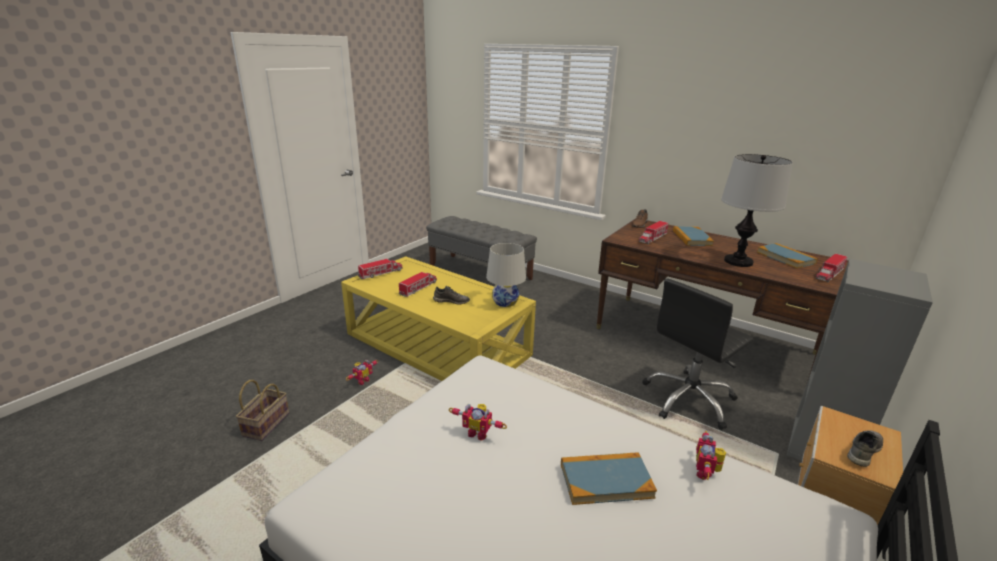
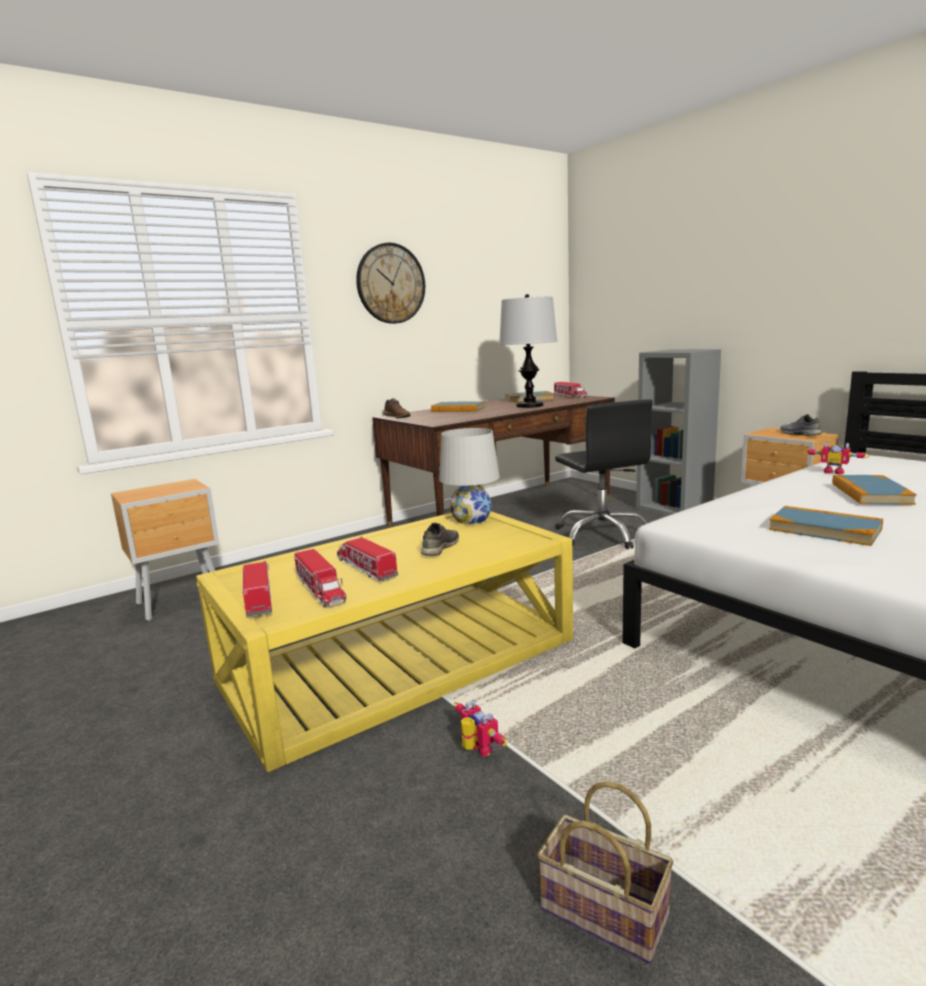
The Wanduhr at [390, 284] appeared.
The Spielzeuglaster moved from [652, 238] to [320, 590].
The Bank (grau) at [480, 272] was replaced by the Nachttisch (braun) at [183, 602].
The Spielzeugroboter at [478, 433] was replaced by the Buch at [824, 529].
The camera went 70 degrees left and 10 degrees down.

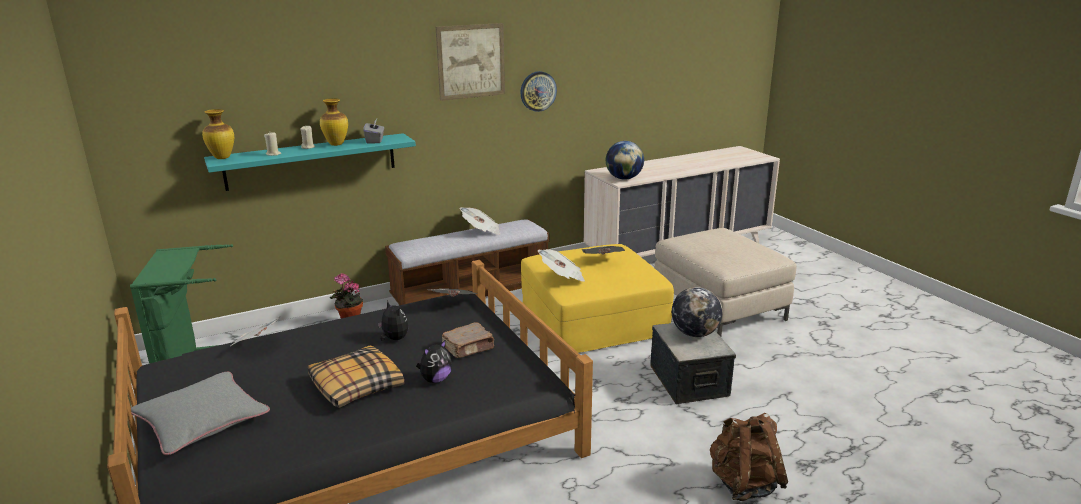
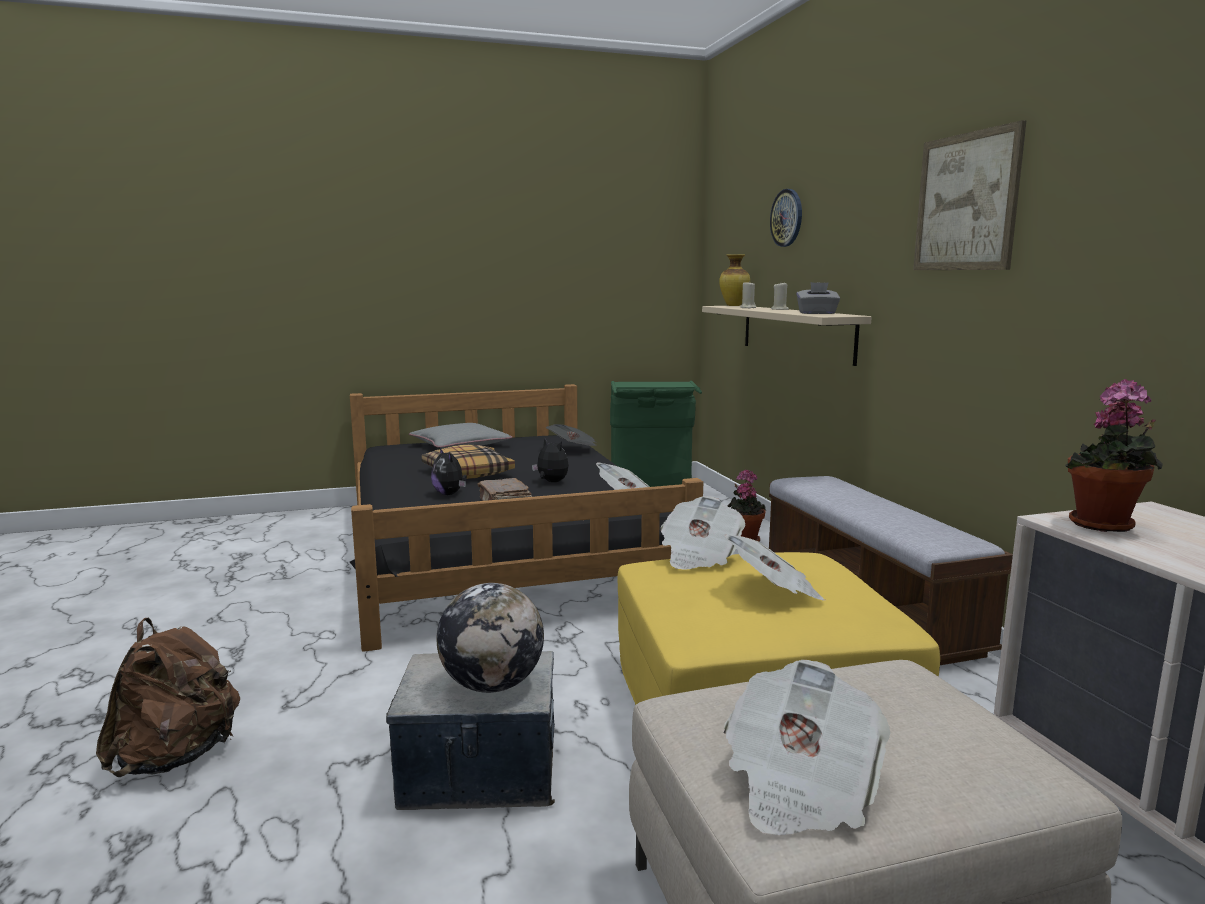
The Vase at [336, 144] disappeared.
The Zeitung moved from [481, 231] to [799, 786].
The Wanduhr moved from [538, 91] to [787, 218].
The Globus at [624, 178] was replaced by the Topfpflanze at [1104, 526].
The Wandregal (türkis) at [311, 161] became the Wandregal (beige) at [796, 332].
The Plüschtier at [394, 339] turned 105 degrees counterclockwise.
The camera went 100 degrees right and 10 degrees down.

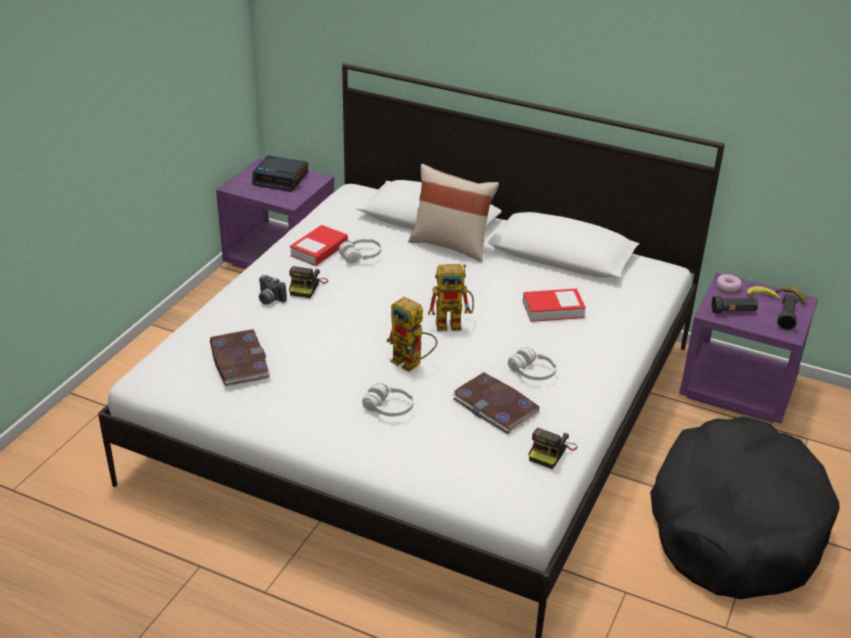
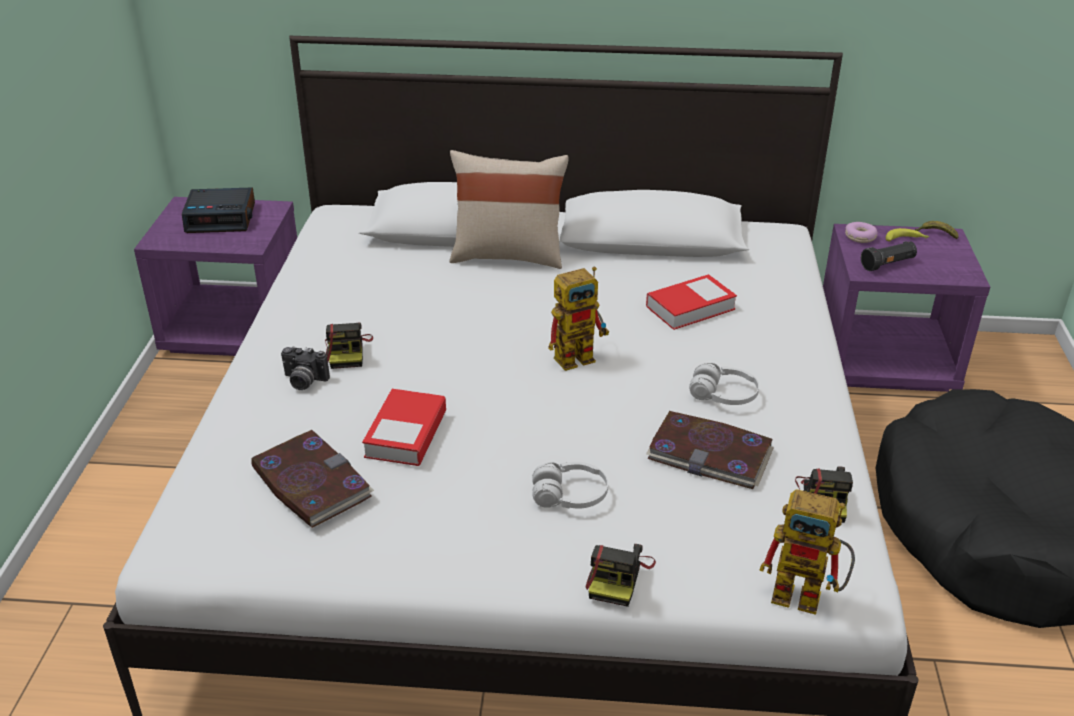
The Kopfhörer (weiß) at [361, 256] disappeared.
The Taschenlampe (schwarz) at [786, 318] disappeared.
The Kamera at [618, 576] appeared.
The Buch moved from [319, 250] to [406, 434].
The Spielzeugroboter moved from [412, 364] to [808, 596].
The camera went 20 degrees left and 0 degrees up.

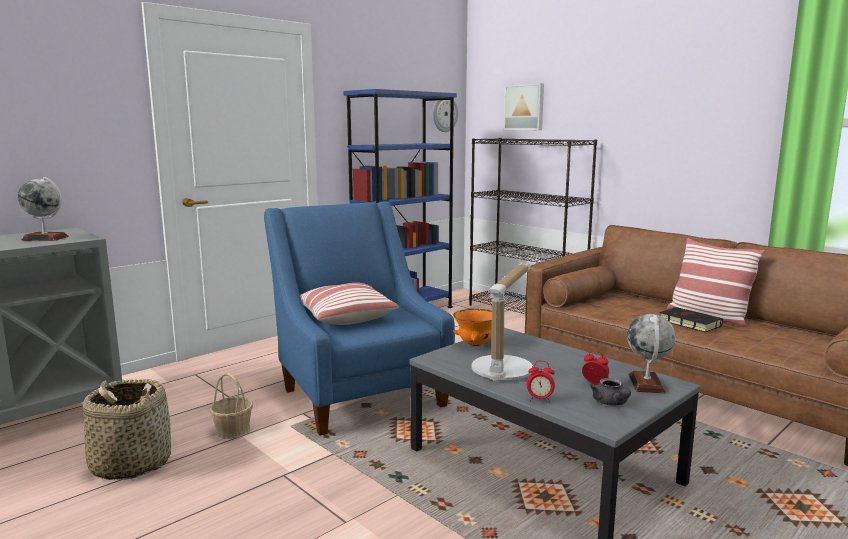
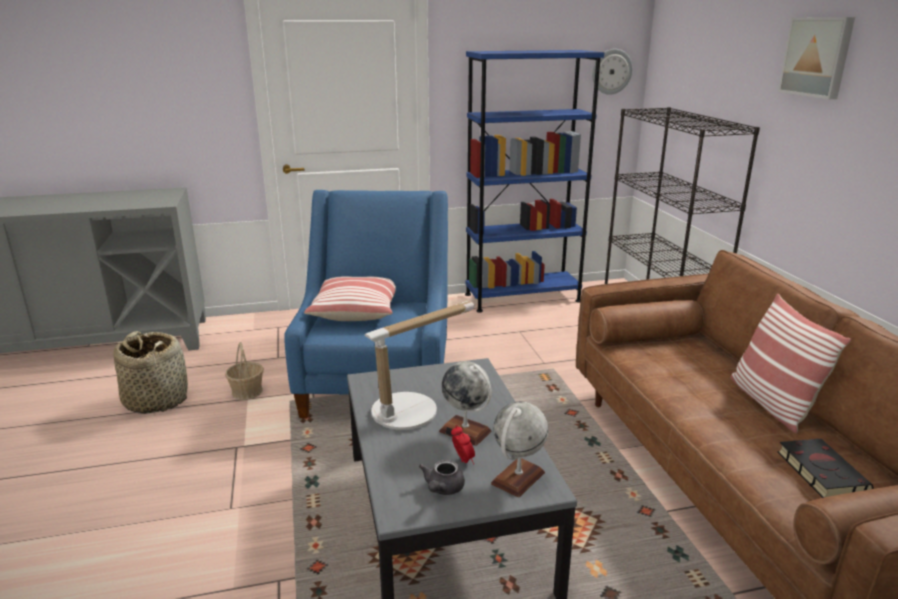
The Schüssel (orange) at [476, 344] disappeared.
The Wecker at [540, 399] disappeared.
The Globus moved from [45, 238] to [465, 431].
The Bild moved from [524, 107] to [817, 57].
The Buch (schwarz) moved from [688, 323] to [819, 471].
The camera went 30 degrees right and 10 degrees up.

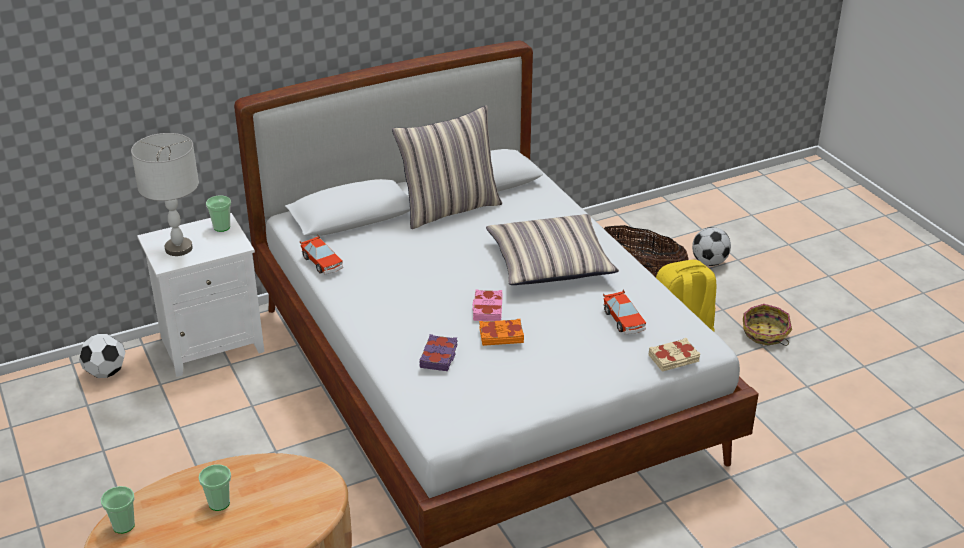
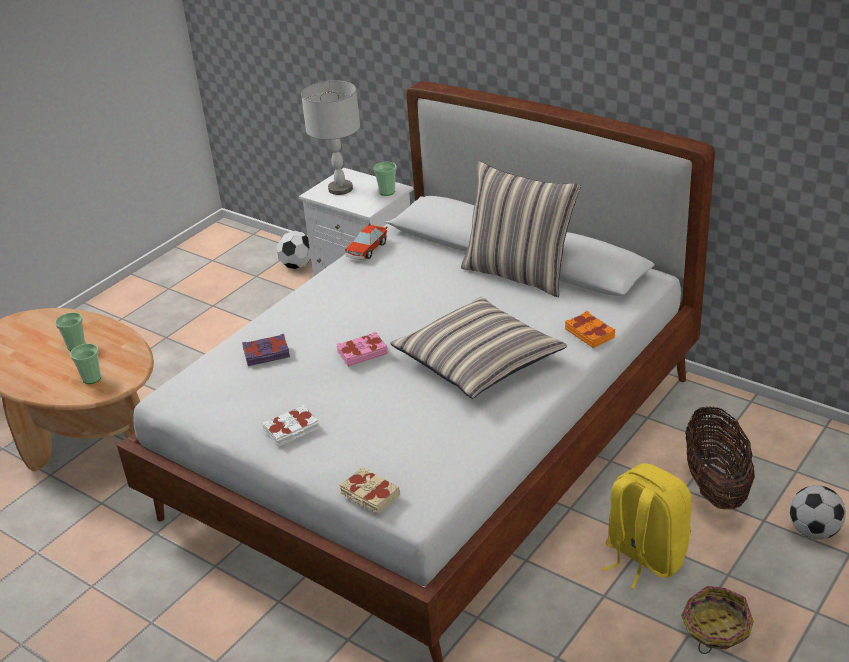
The Spielzeugauto at [623, 320] disappeared.
The Buch (weiß) at [292, 430] appeared.
The Tasse moved from [123, 525] to [92, 378].
The Buch (orange) moved from [501, 335] to [590, 333].
The camera went 65 degrees right and 0 degrees up.

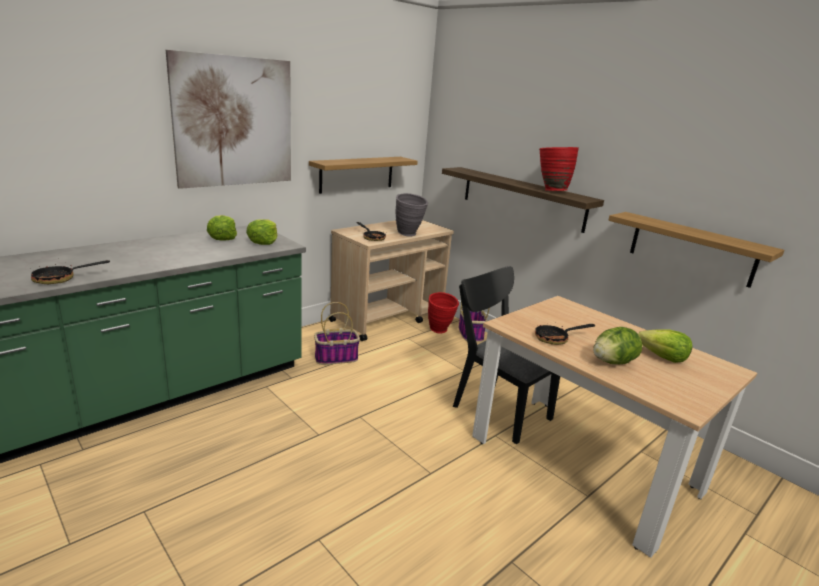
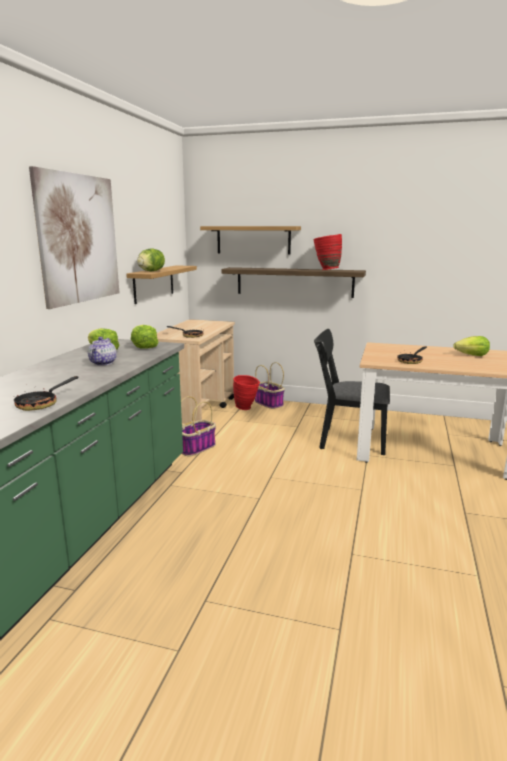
The Vase (grau) at [409, 235] disappeared.
The Teekanne at [103, 363] appeared.
The Salatkopf moved from [612, 362] to [151, 271].
The Wandregal moved from [691, 249] to [253, 240].
The camera went 30 degrees left and 5 degrees down.

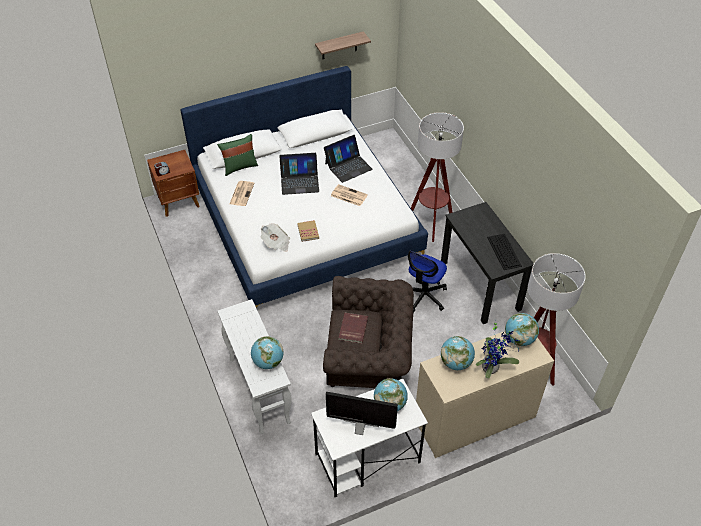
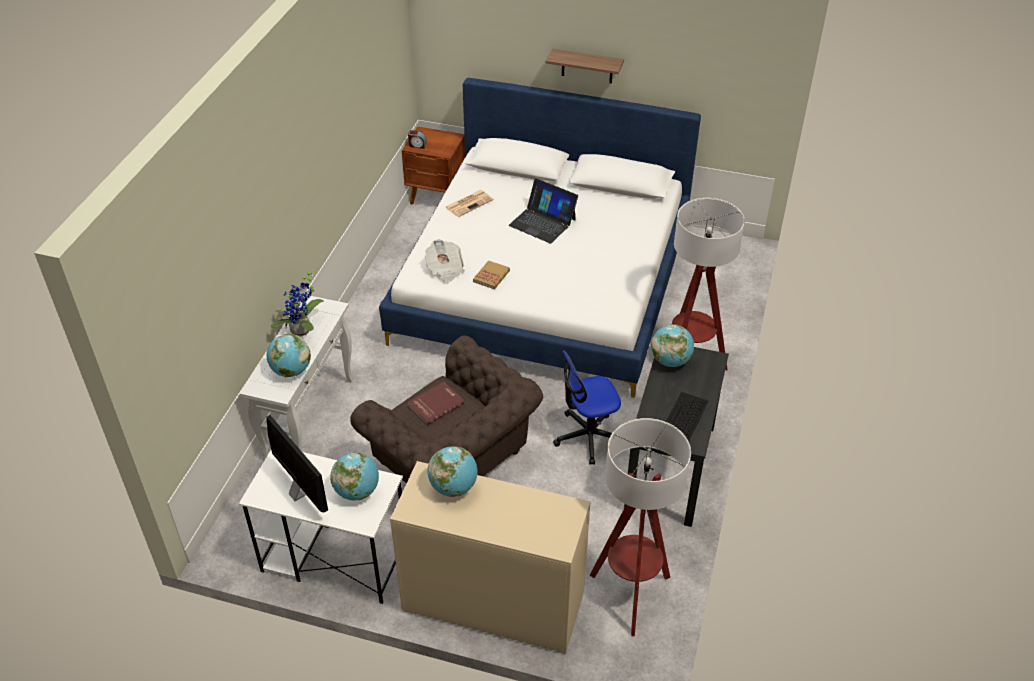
The Kissen (grün) at [239, 167] disappeared.
The Laptop at [348, 166] disappeared.
The Zeitung at [348, 195] disappeared.
The Wandregal moved from [339, 46] to [587, 66].
The Topfpflanze moved from [492, 368] to [302, 331].
The Globus moved from [519, 339] to [670, 361].
The camera went 40 degrees right and 5 degrees down.

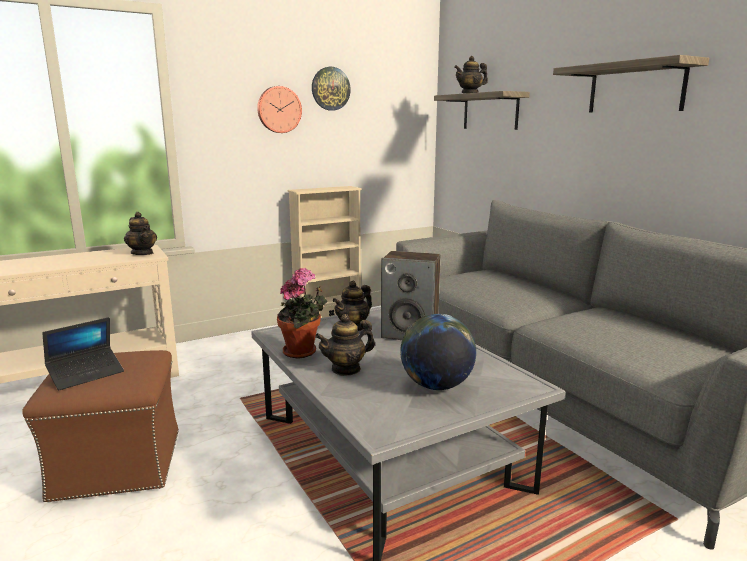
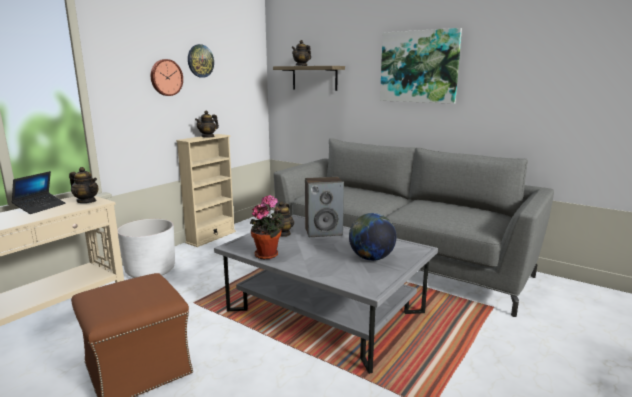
The Pflanzkübel (weiß) at [150, 271] appeared.
The Laptop moved from [86, 374] to [40, 207].
The Teekanne moved from [346, 369] to [208, 136].
The Wandregal at [635, 88] was replaced by the Bild at [419, 67].
The camera went 25 degrees left and 0 degrees up.

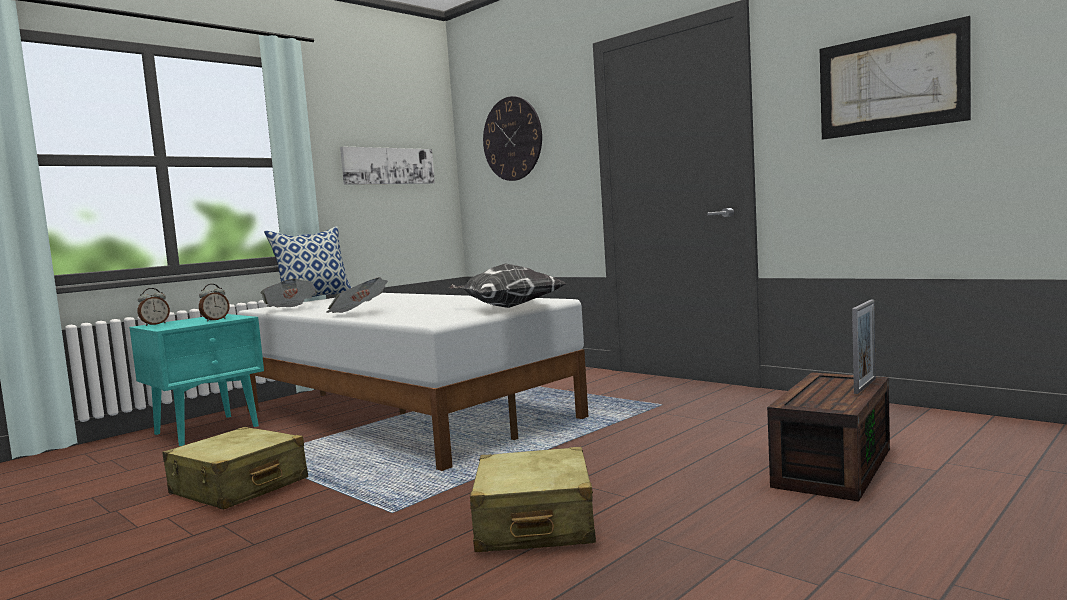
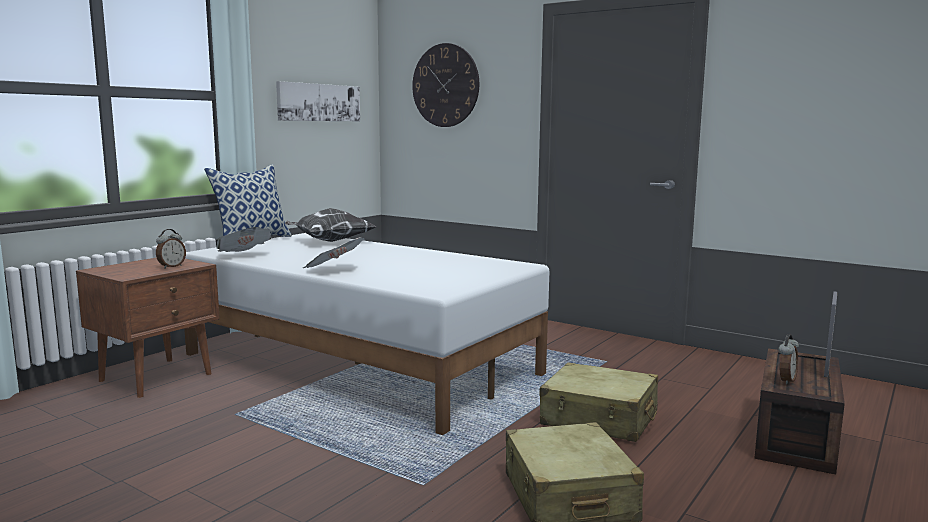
The Bild at [891, 82] disappeared.
The Wecker moved from [155, 324] to [785, 380].
The Koffer (beige) moved from [238, 487] to [599, 419].
The Kissen moved from [507, 307] to [330, 241].
The Nachttisch (türkis) at [208, 429] became the Nachttisch (braun) at [158, 377].
The camera went 10 degrees left and 5 degrees up.

